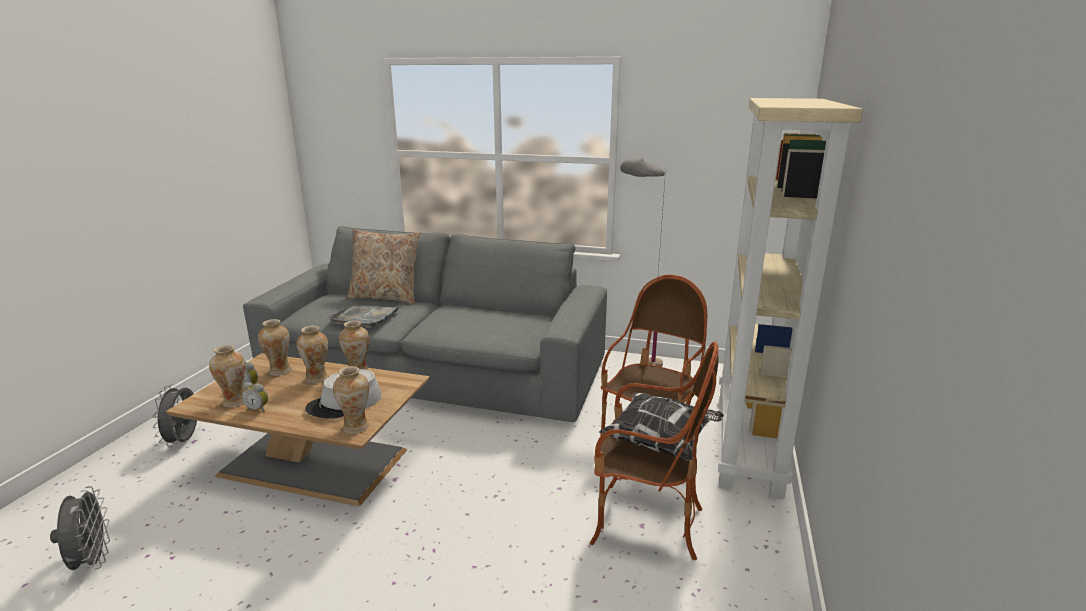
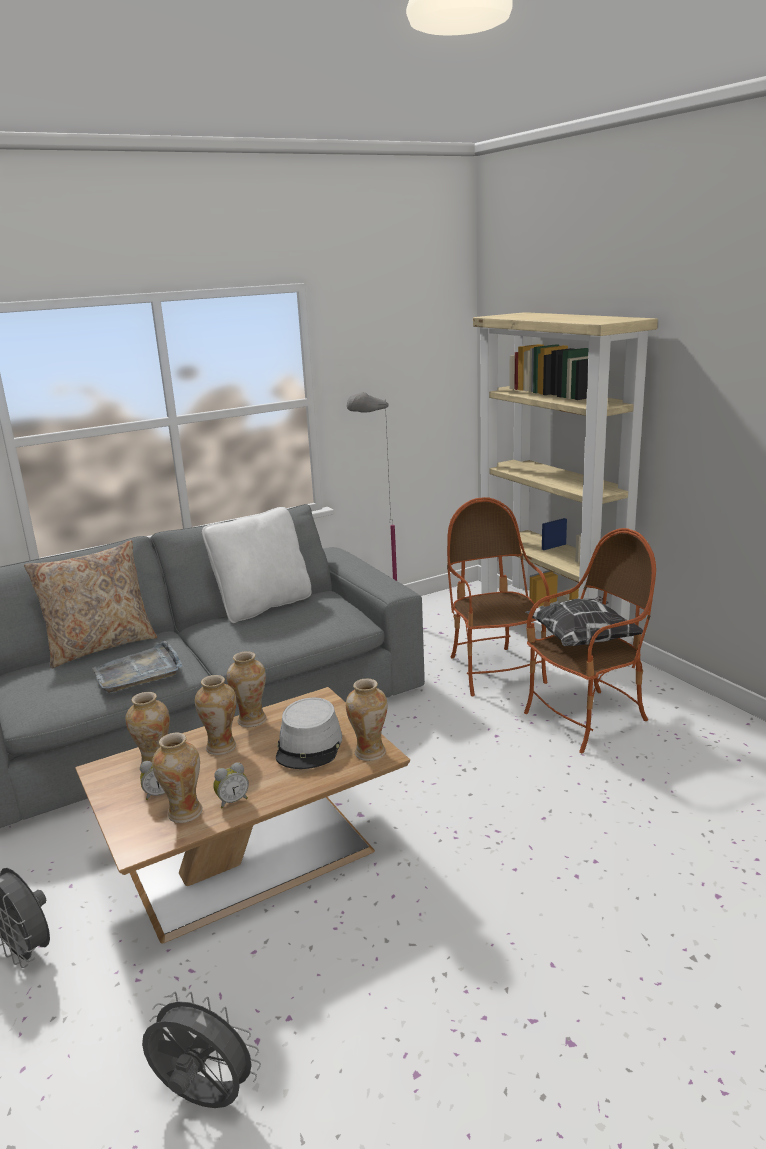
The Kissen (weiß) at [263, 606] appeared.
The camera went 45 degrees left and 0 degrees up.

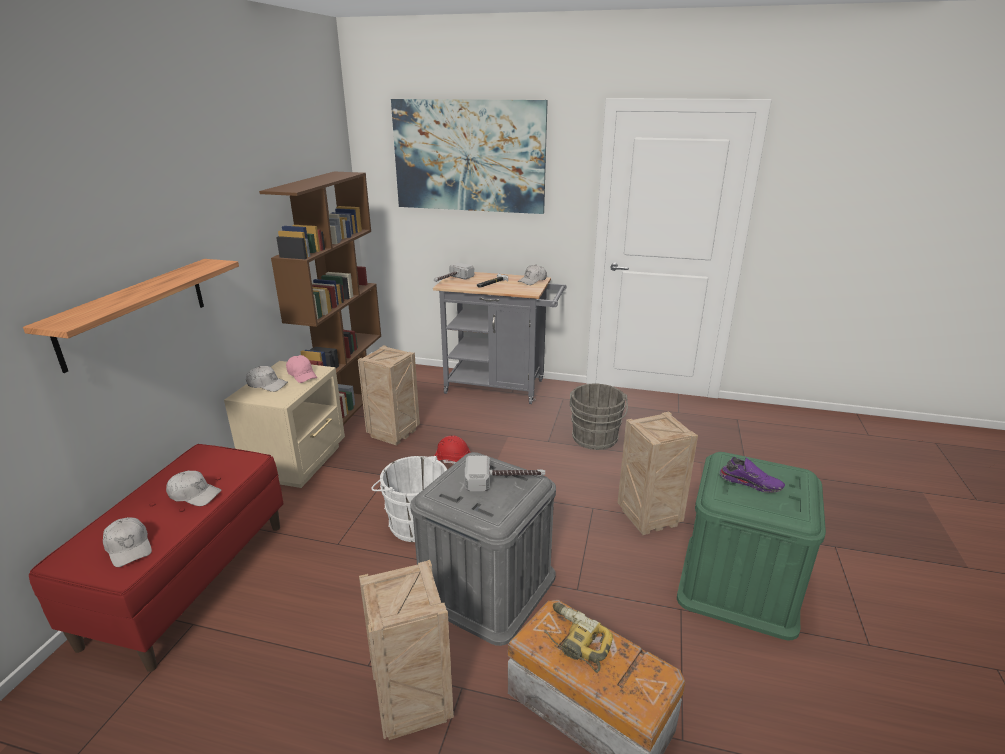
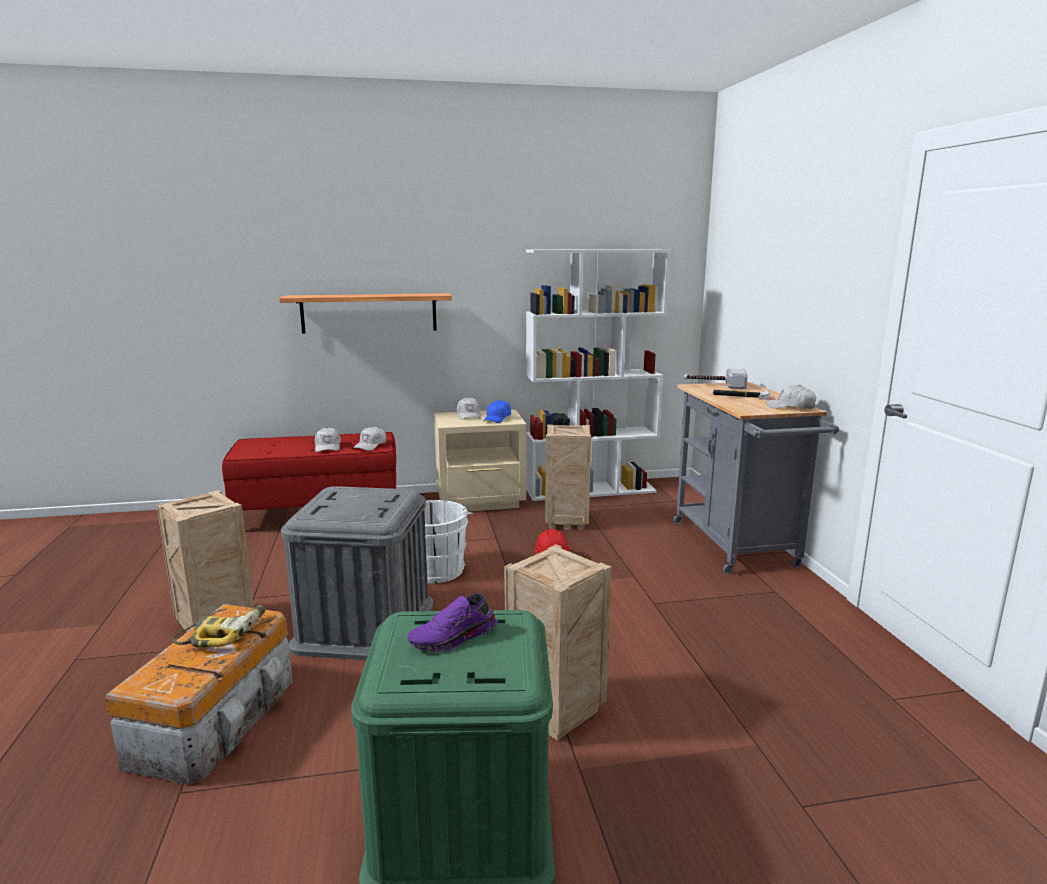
The Bild at [469, 156] disappeared.
The Hammer at [505, 481] disappeared.
The Eimer (grau) at [594, 439] disappeared.
The Kappe (weiß) moved from [129, 547] to [370, 445].
The Bücherregal (braun) at [346, 404] became the Bücherregal (weiß) at [591, 490].
The Kappe (rosa) at [302, 375] became the Kappe (blau) at [497, 419].
The Schuh (lila) at [750, 482] turned 60 degrees clockwise.
The camera went 65 degrees right and 10 degrees down.

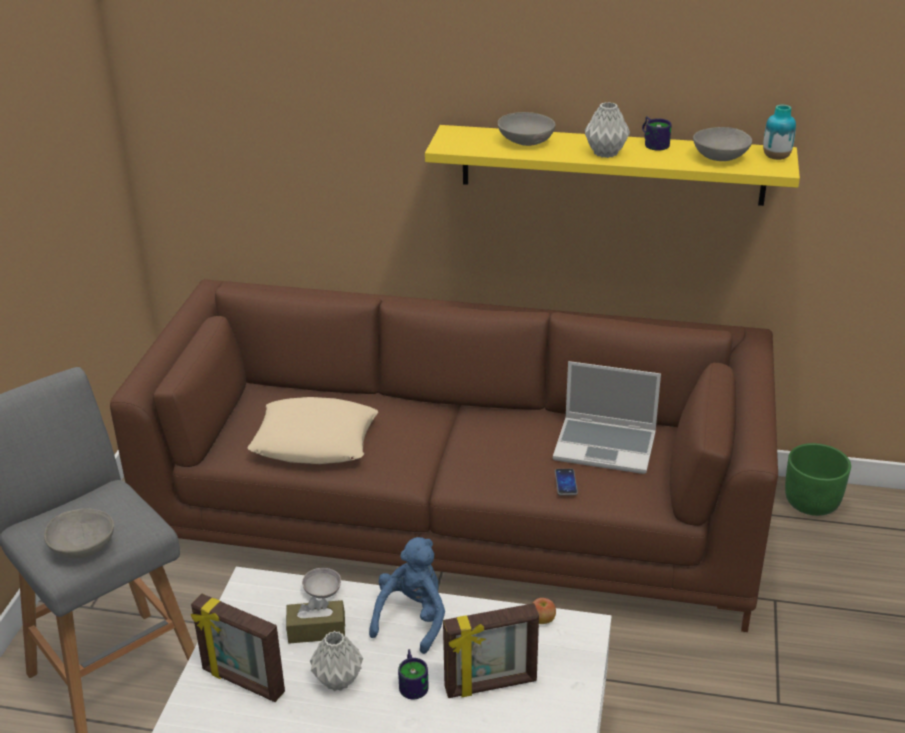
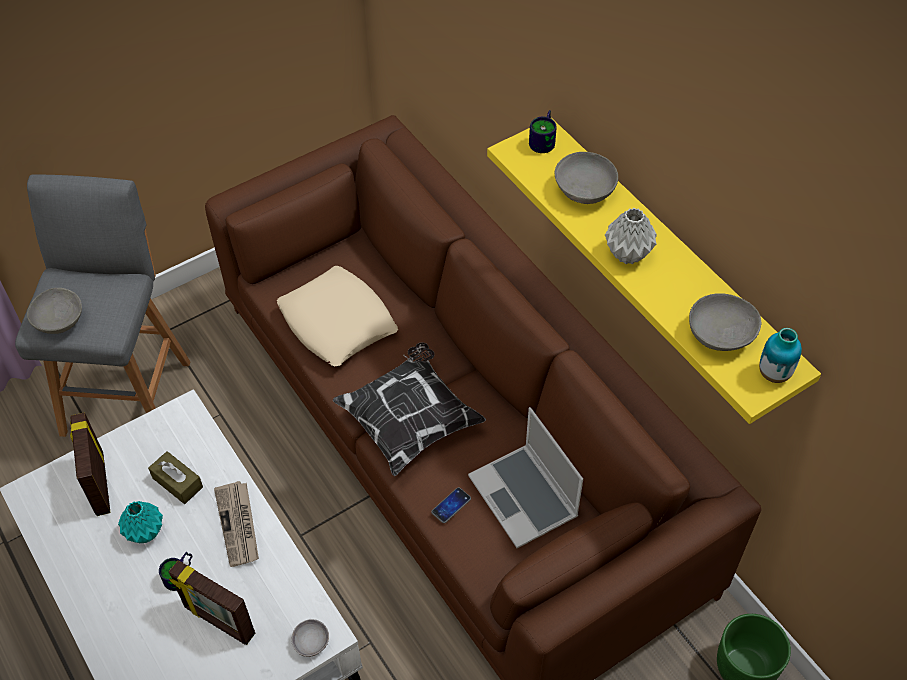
The Apfel at [542, 620] disappeared.
The Kissen at [410, 421] appeared.
The Schüssel (grau) moved from [322, 591] to [311, 642].
The Henkelbecher moved from [654, 143] to [545, 140].
The Plüschtier (blau) at [412, 618] was replaced by the Zeitung at [239, 525].
The Vase (grau) at [337, 681] became the Vase (türkis) at [144, 532].
The camera went 45 degrees right and 20 degrees up.

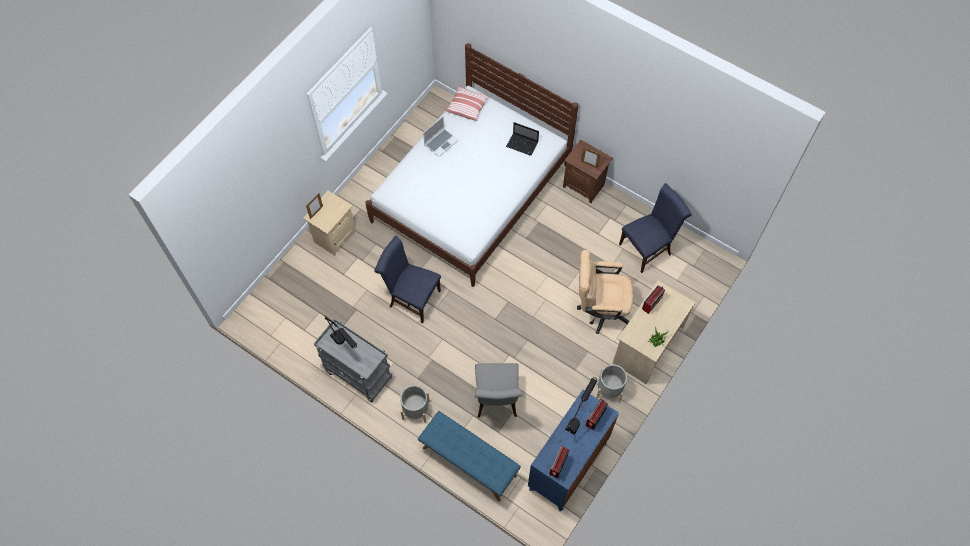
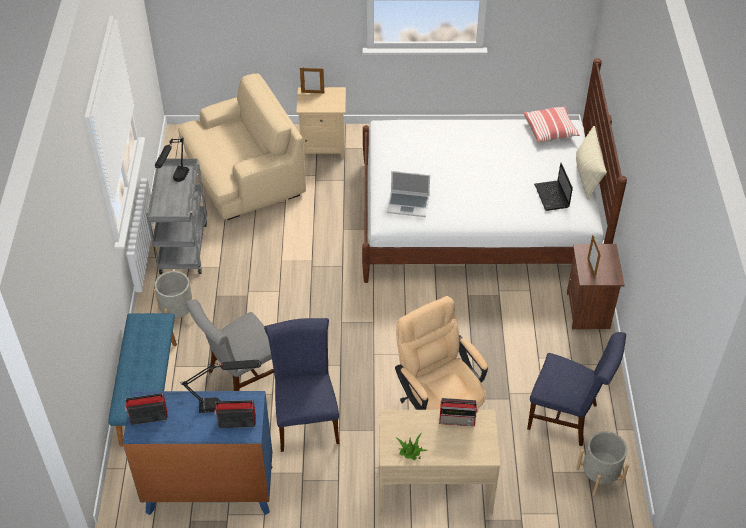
The Sessel (beige) at [244, 176] appeared.
The Kissen (beige) at [587, 175] appeared.
The Stuhl (blau) moved from [411, 298] to [306, 420].
The Laptop moved from [441, 142] to [408, 204].
The Pflanzkübel (grau) moved from [609, 389] to [599, 476].
The camera went 55 degrees right and 15 degrees down.

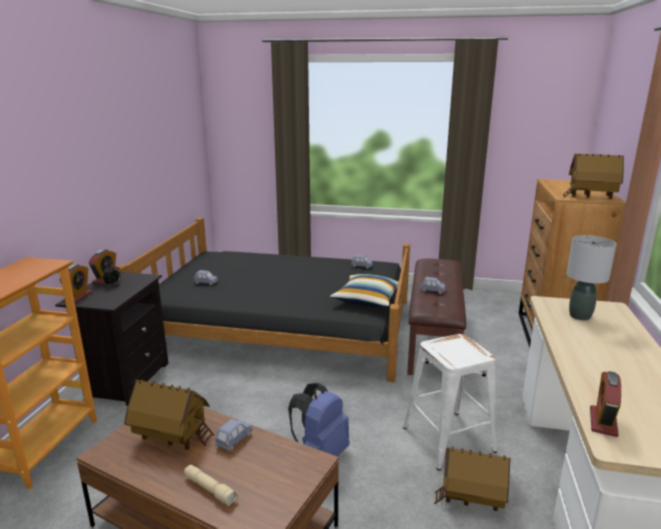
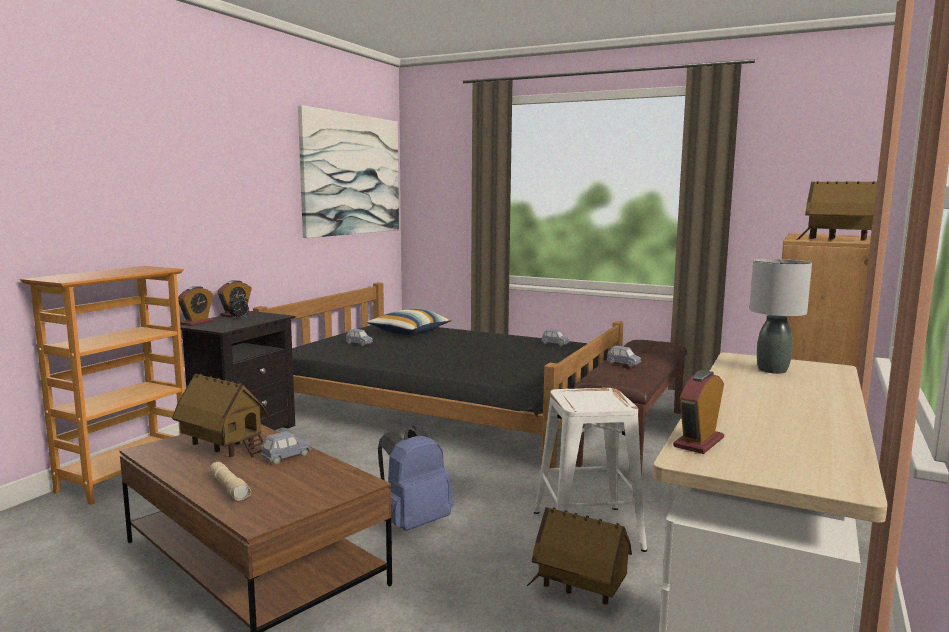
The Bild at [352, 174] appeared.
The Kissen moved from [367, 300] to [409, 332].
The camera went 15 degrees right and 10 degrees down.

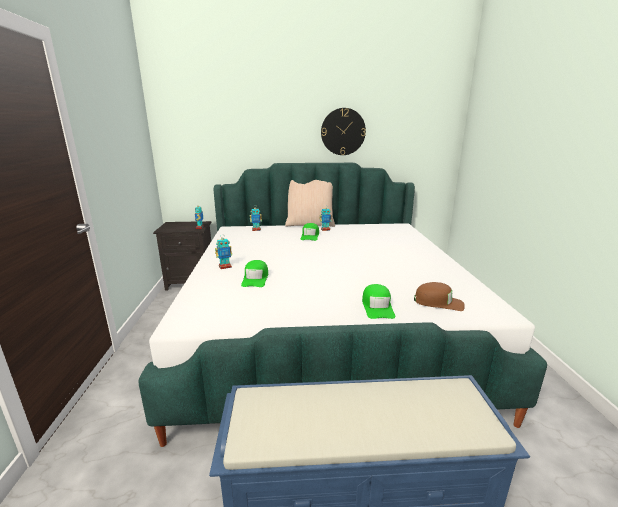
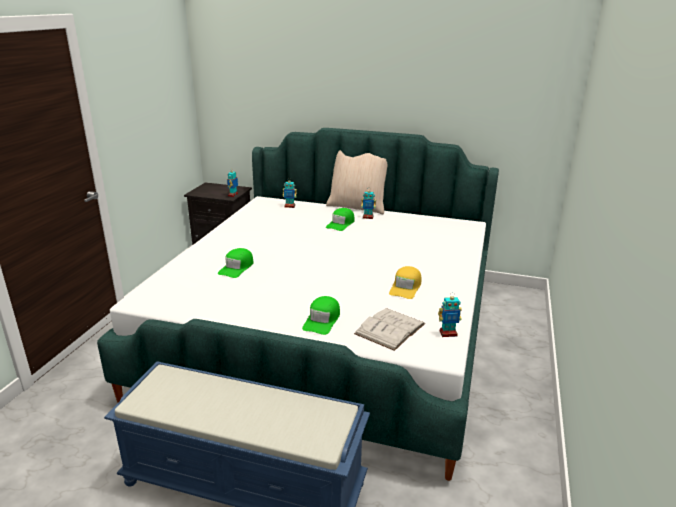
The Wanduhr at [343, 132] disappeared.
The Kappe (gelb) at [406, 287] appeared.
The Spielzeugroboter moved from [225, 267] to [448, 333].
The Kappe (braun) at [438, 302] was replaced by the Buch (weiß) at [390, 329].
The camera went 20 degrees right and 5 degrees up.

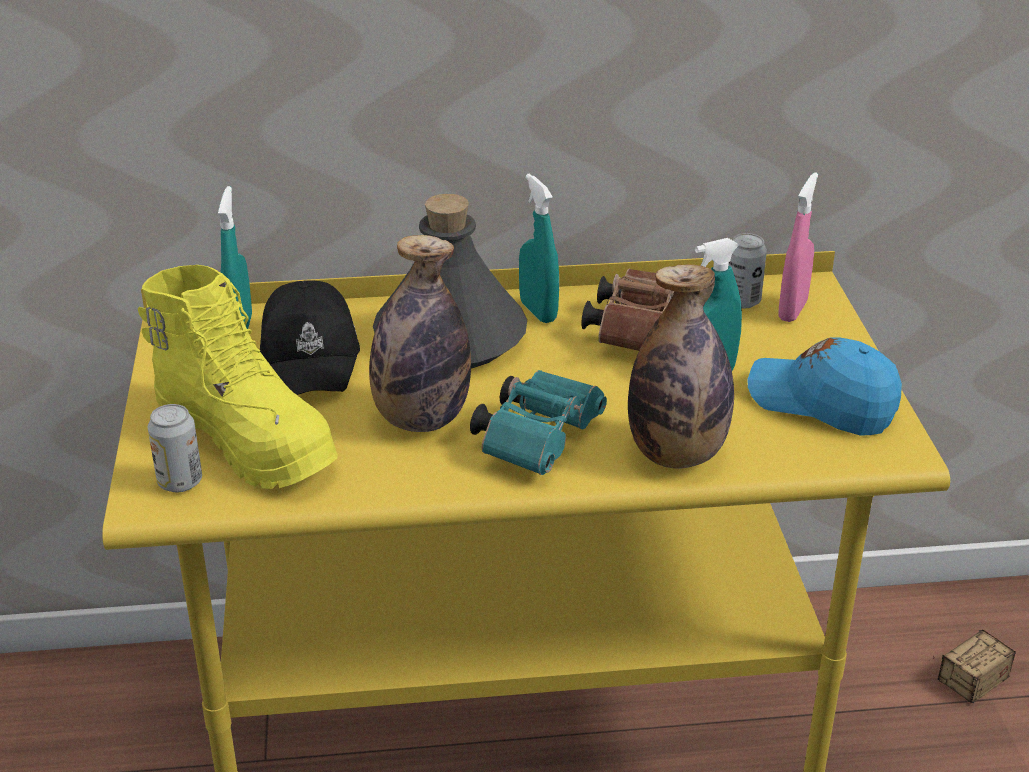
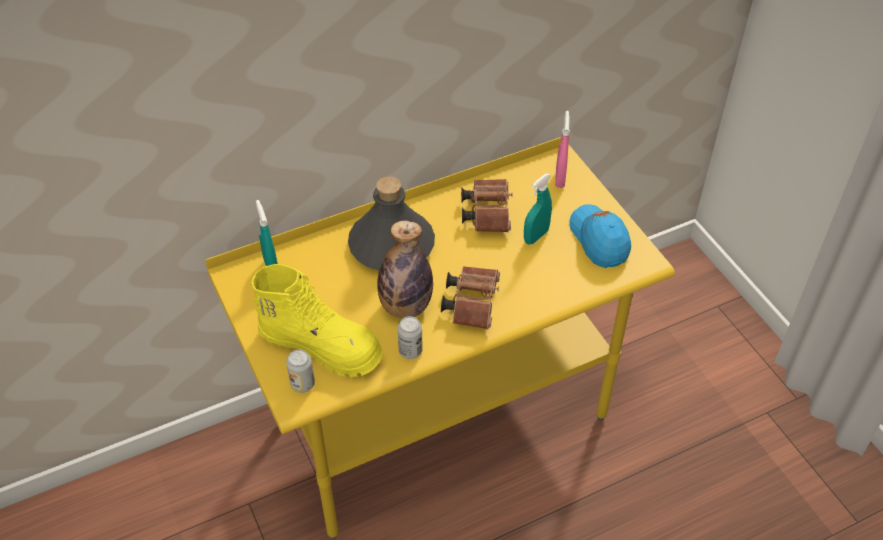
The Kappe (schwarz) at [311, 356] disappeared.
The Sprühflasche (türkis) at [538, 311] disappeared.
The Flasche at [676, 454] disappeared.
The Aufbewahrungsbox at [946, 698] disappeared.
The Dose moved from [742, 301] to [410, 351].
The Fernglas (türkis) at [539, 439] became the Fernglas (braun) at [472, 303].
The Kappe (blau) at [822, 403] turned 60 degrees clockwise.
The camera went 20 degrees left and 15 degrees up.

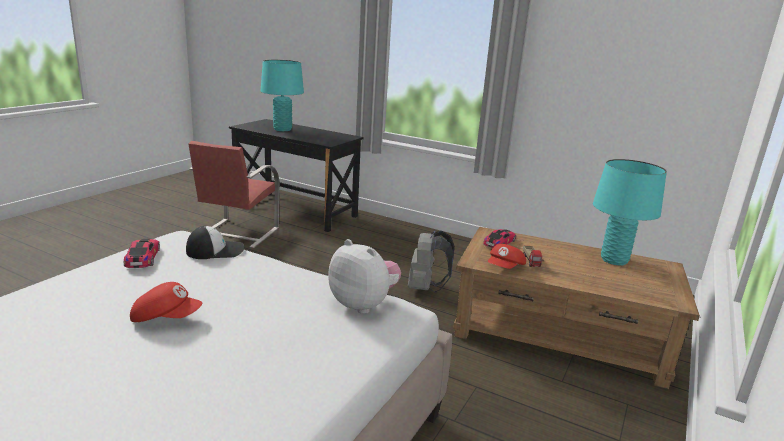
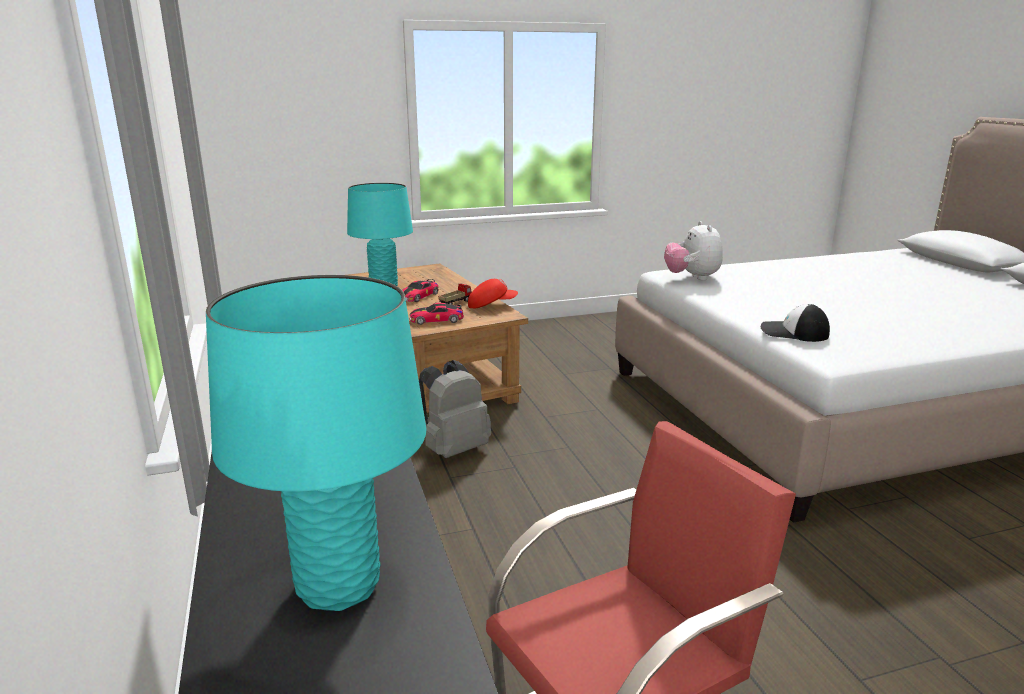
The Kappe (rot) at [166, 318] disappeared.
The Spielzeugauto moved from [142, 258] to [418, 296].
The camera went 135 degrees left and 0 degrees up.

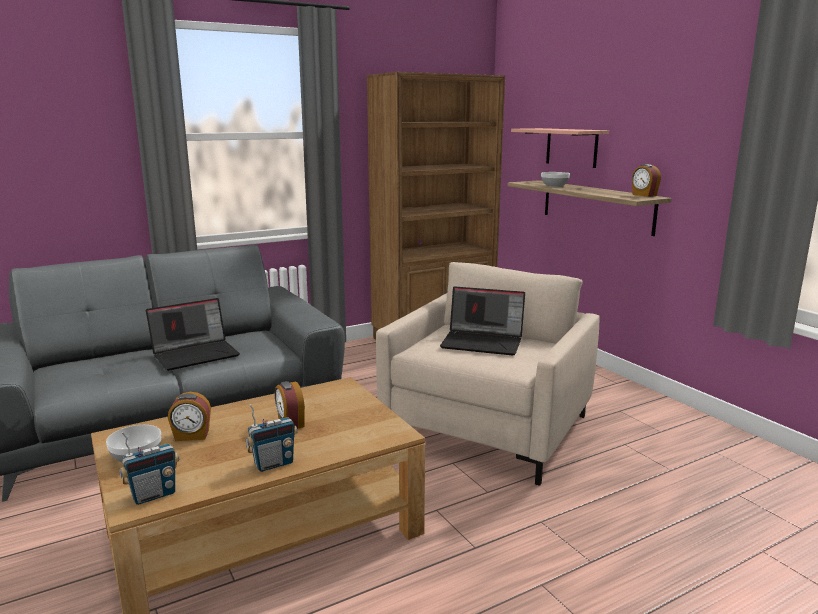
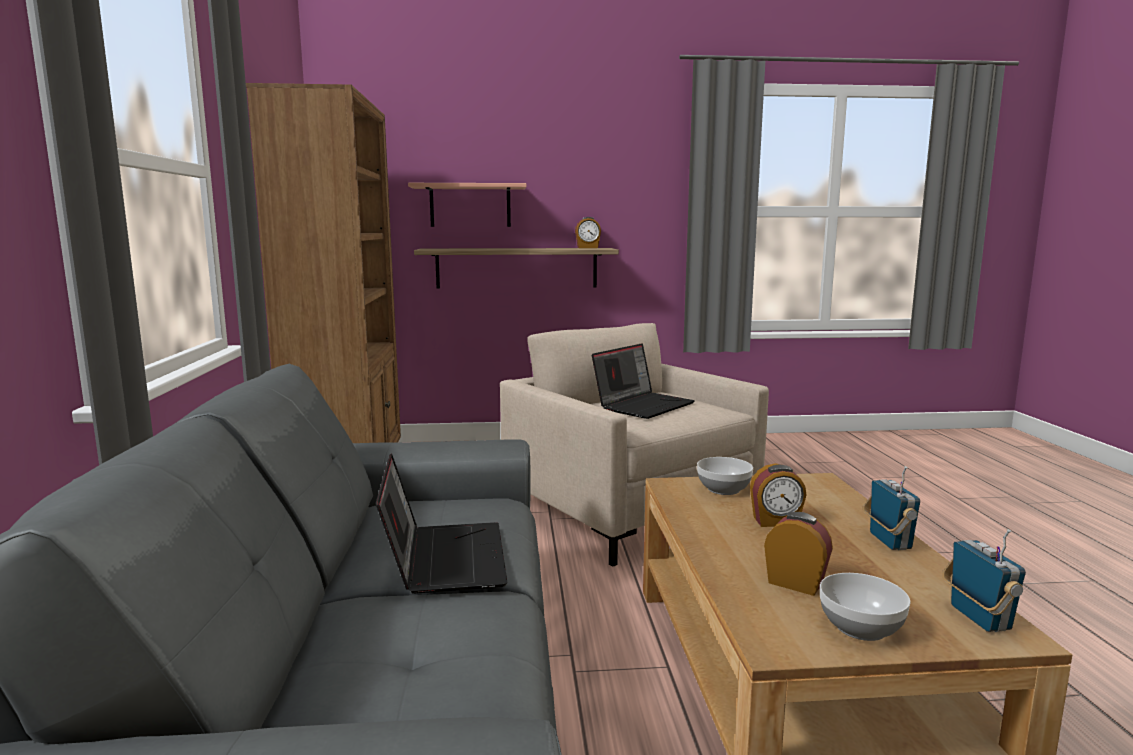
The Schüssel moved from [554, 186] to [724, 489].
The Wecker at [192, 436] turned 75 degrees counterclockwise.
The camera went 65 degrees left and 5 degrees down.

